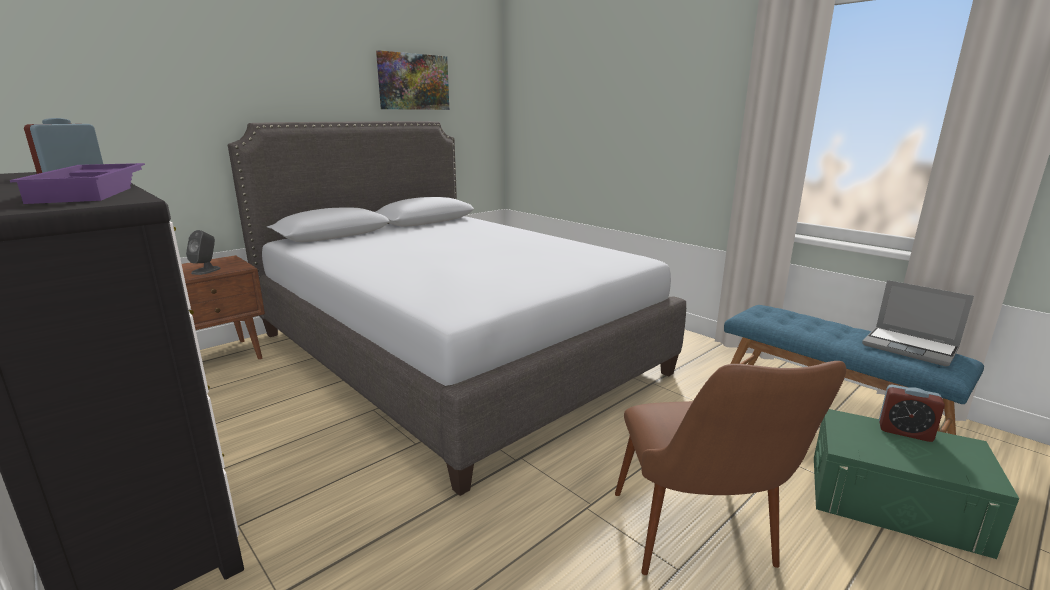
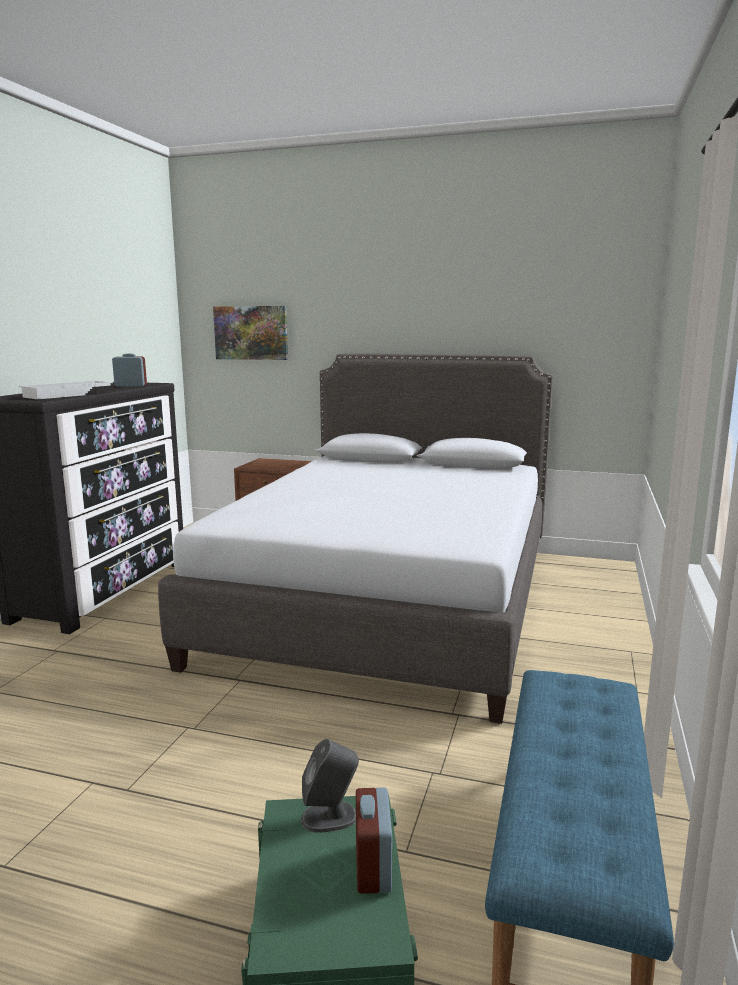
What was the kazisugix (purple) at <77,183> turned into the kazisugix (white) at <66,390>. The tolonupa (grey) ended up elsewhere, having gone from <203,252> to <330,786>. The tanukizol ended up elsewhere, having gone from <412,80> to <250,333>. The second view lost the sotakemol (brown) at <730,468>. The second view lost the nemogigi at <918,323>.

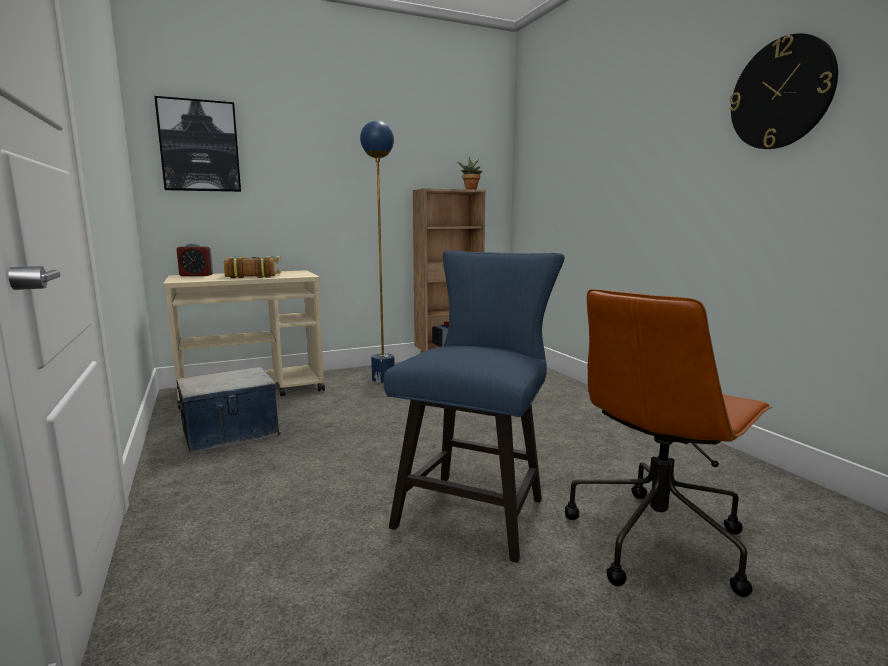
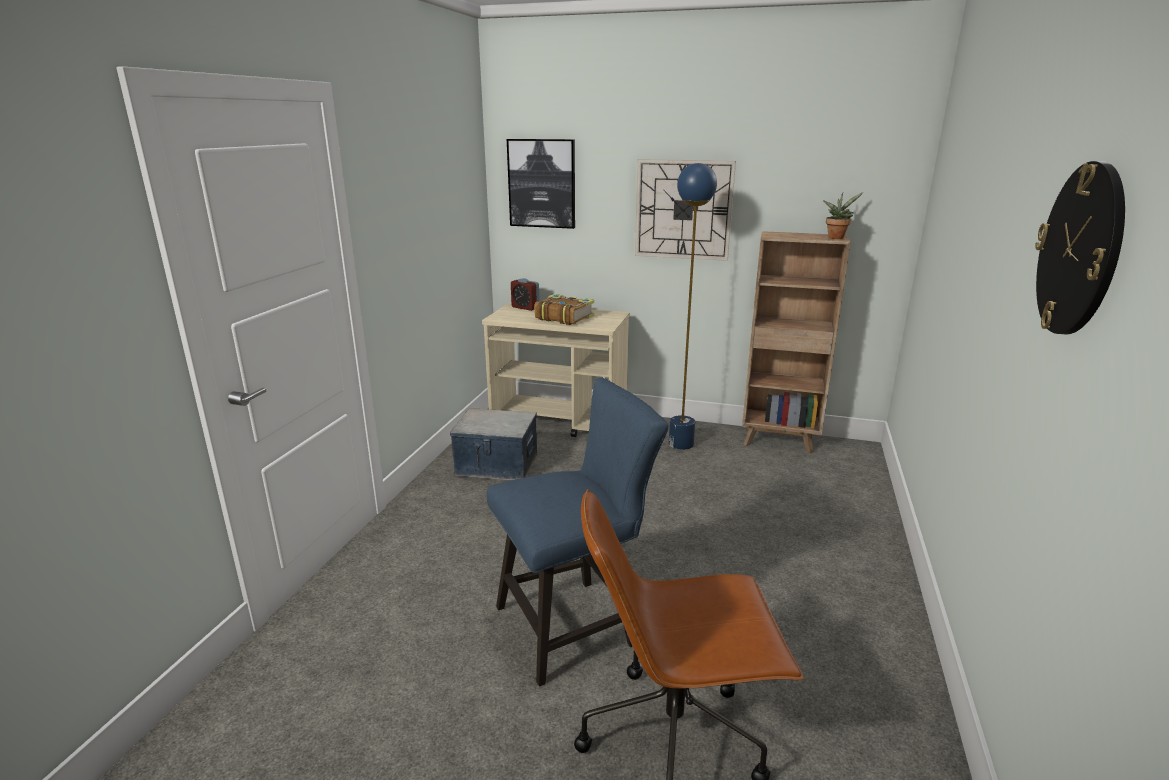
The second view gained the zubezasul at <685,210>.

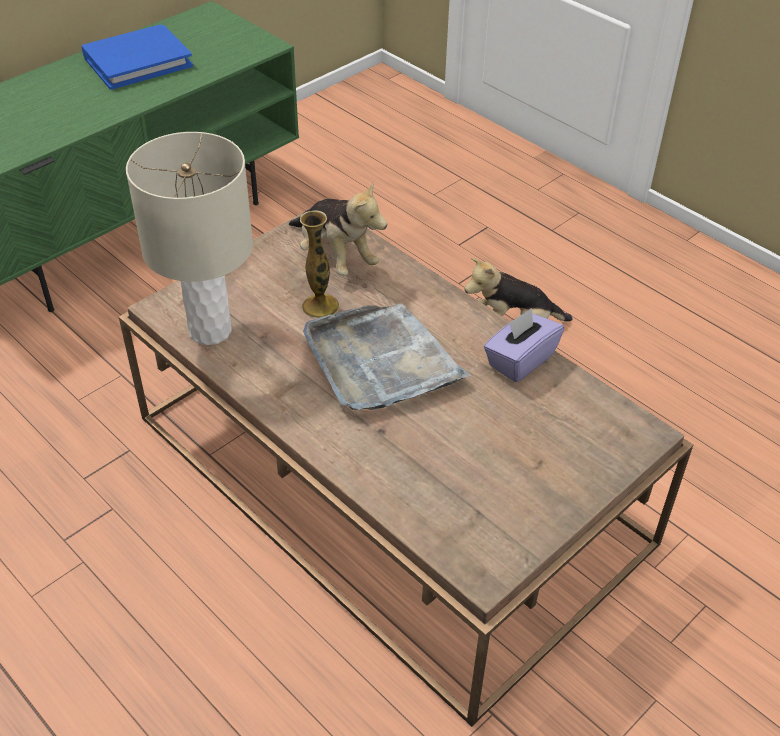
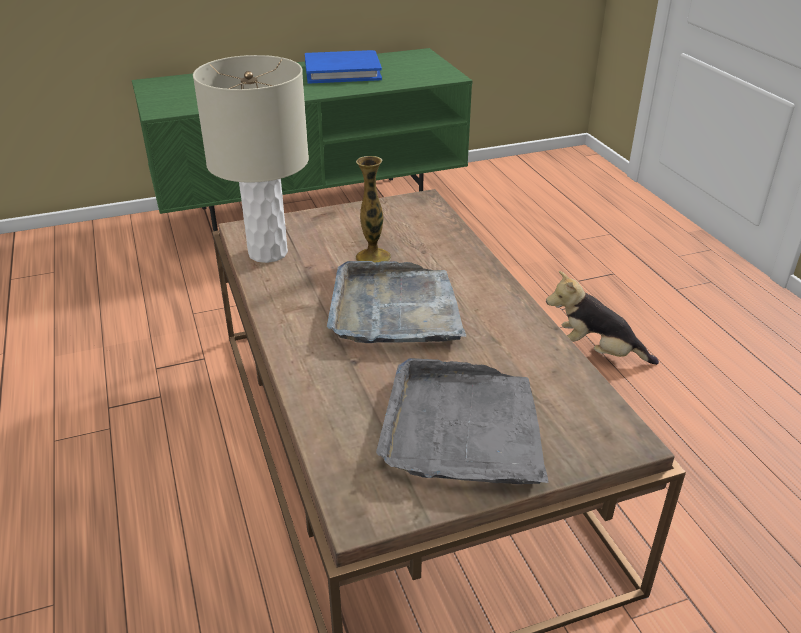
The second view lost the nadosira at <338,228>. The second view lost the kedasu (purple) at <524,345>. The second view gained the kazisugix (grey) at <462,421>.

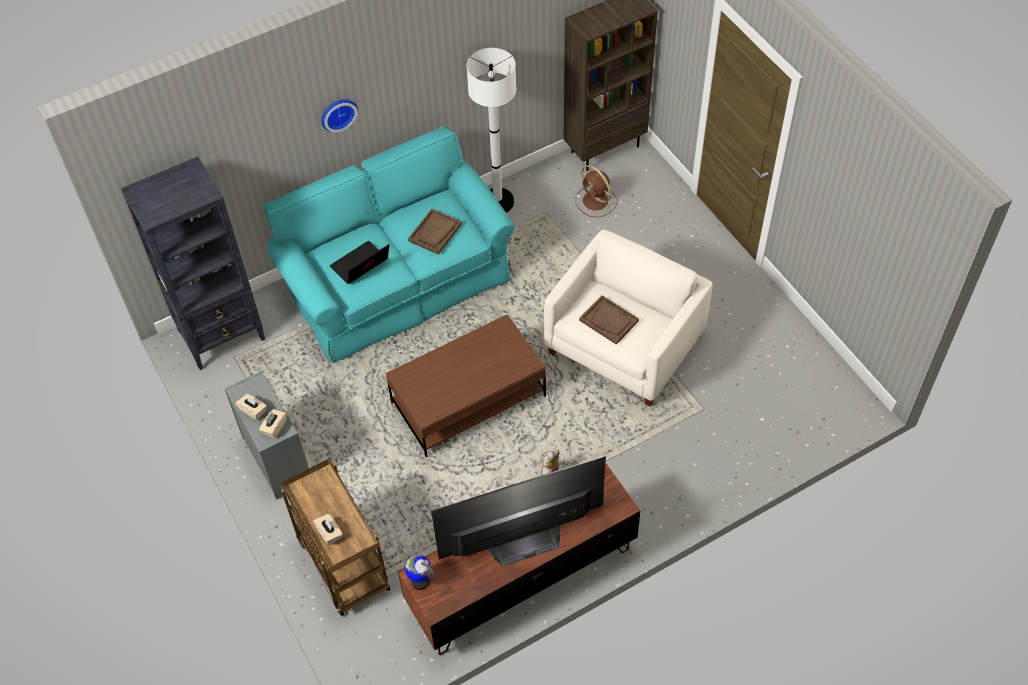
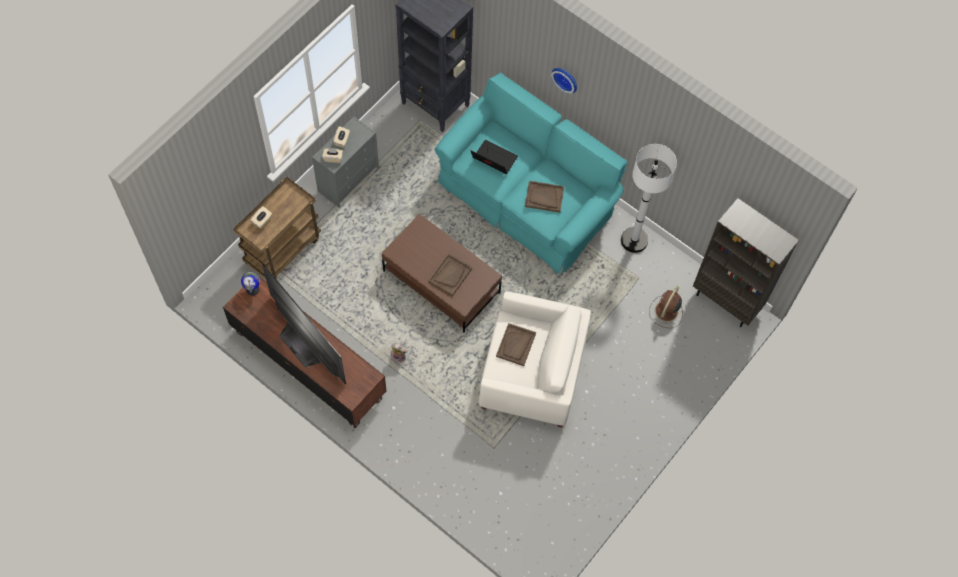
The second view gained the kazisugix (brown) at <450,274>.

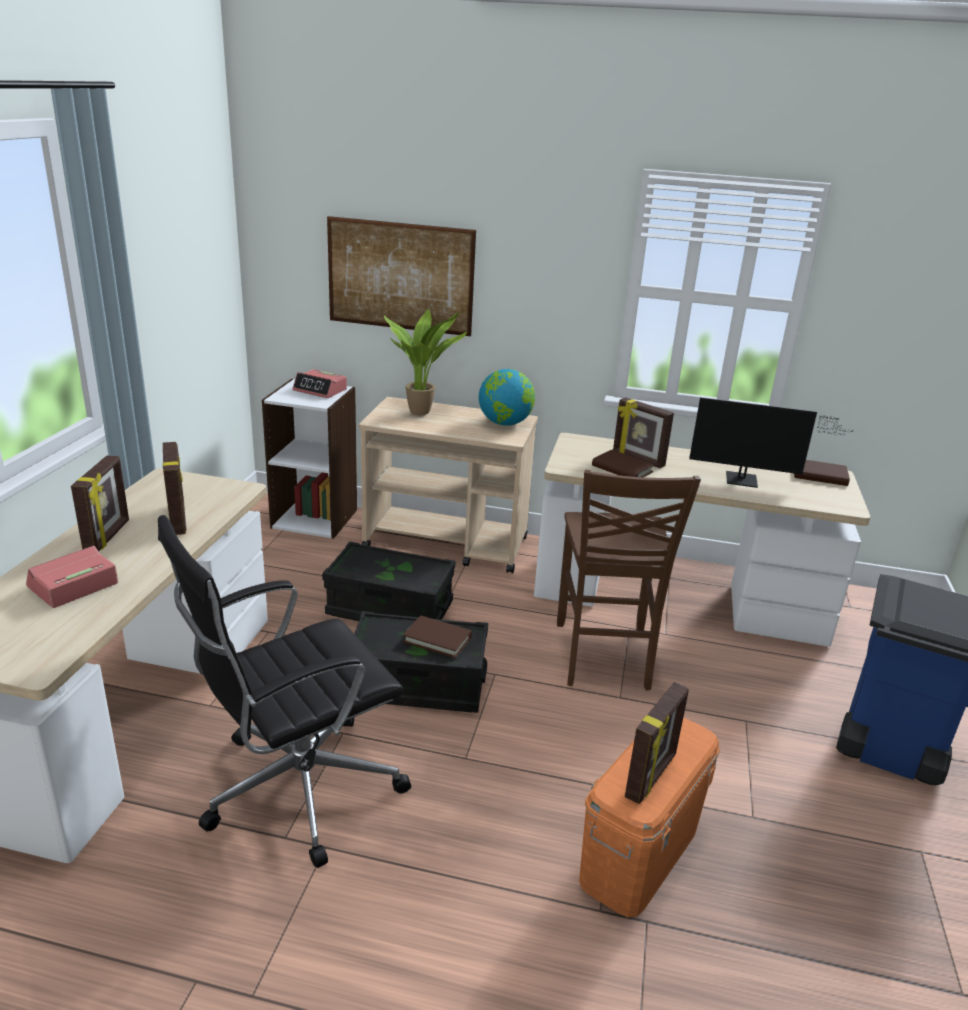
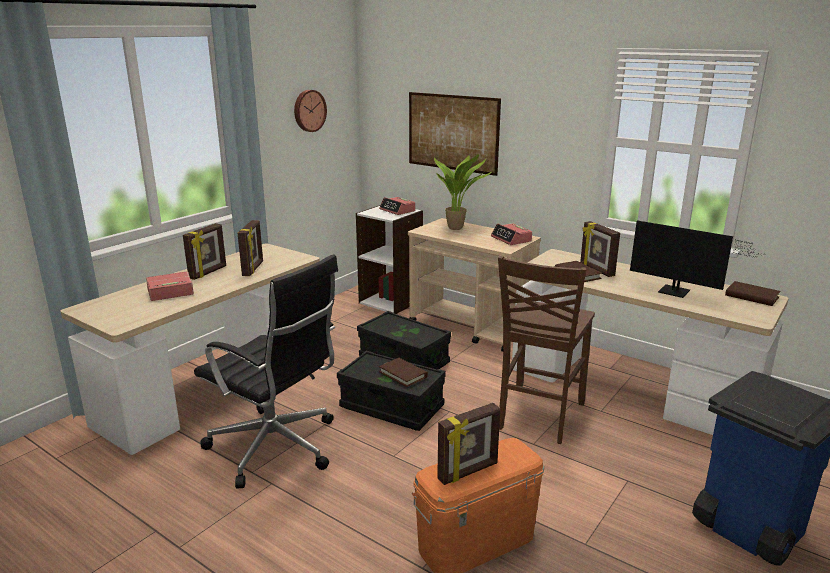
The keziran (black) at <284,691> ended up facing another way, 135 degrees counterclockwise from before. Where the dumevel stood at <507,397>, the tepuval came to stand at <511,234>. The second view gained the zubezasul at <310,111>.

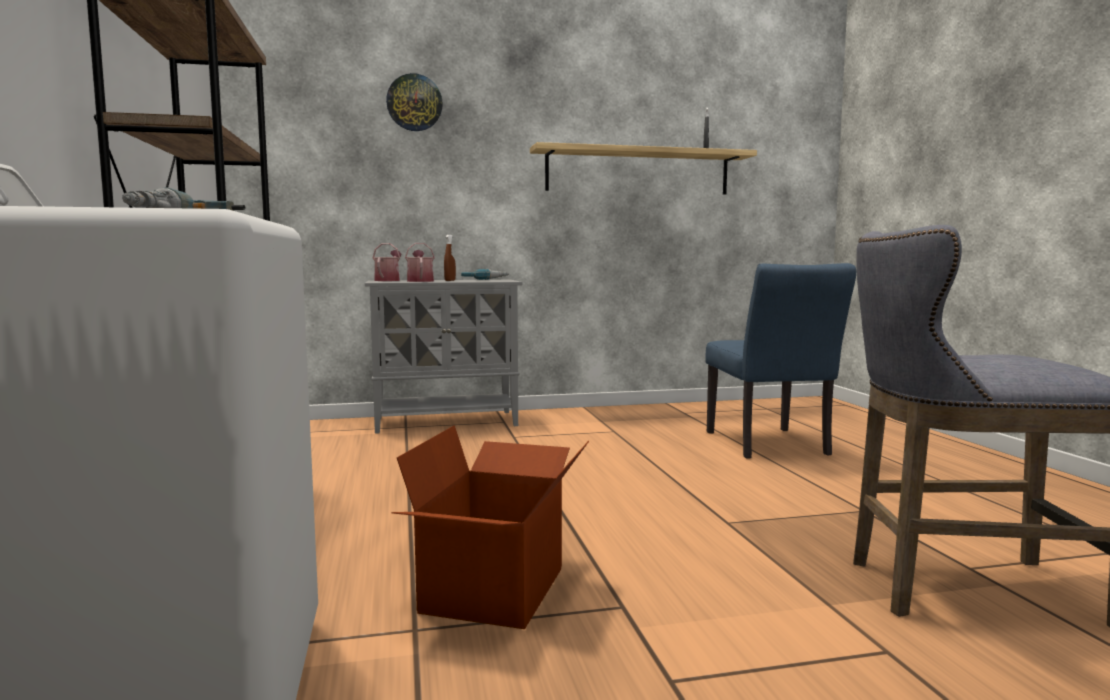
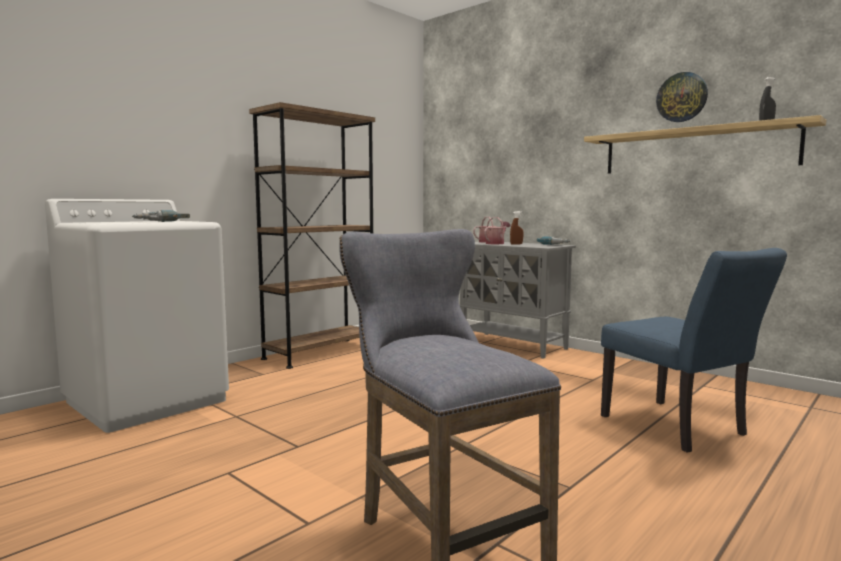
The zubezasul ended up elsewhere, having gone from <414,102> to <682,97>. The second view lost the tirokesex at <490,527>. The sotakemol (blue) at <780,360> ended up facing another way, 75 degrees counterclockwise from before.

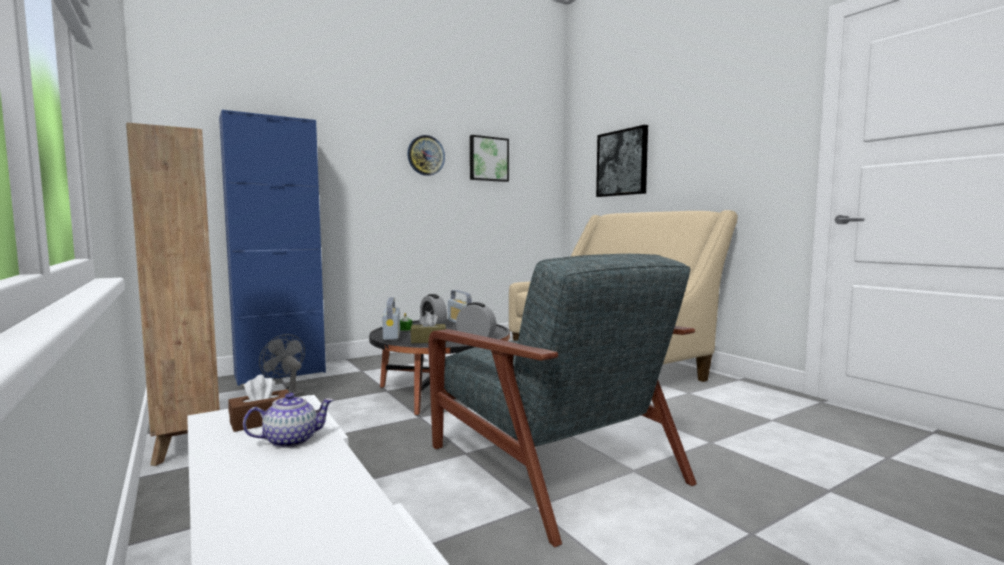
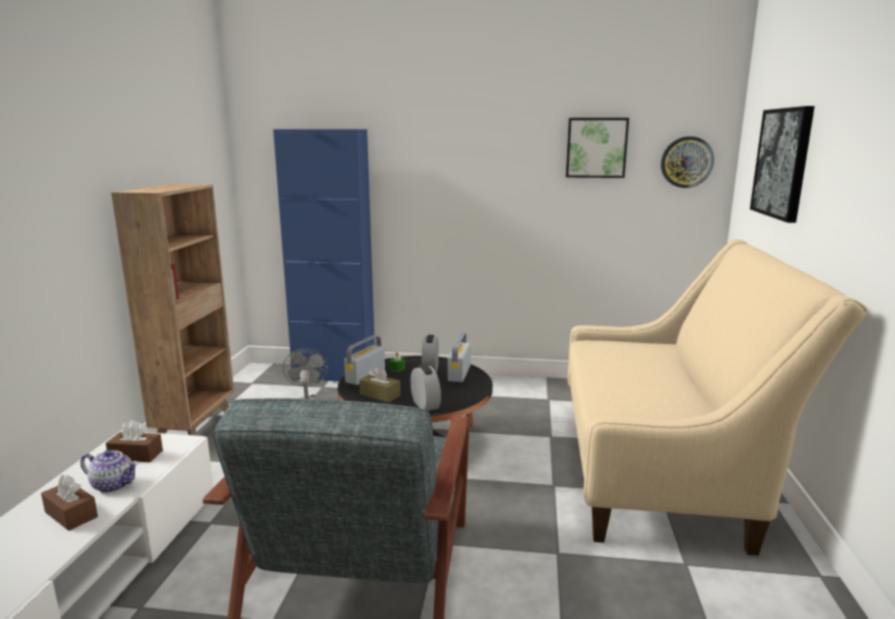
The zubezasul ended up elsewhere, having gone from <426,155> to <687,162>. The second view gained the kedasu (brown) at <69,502>.

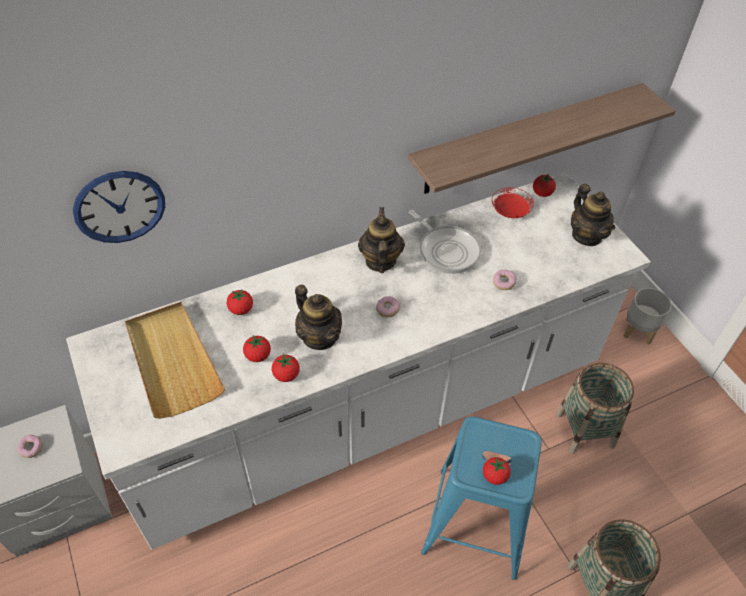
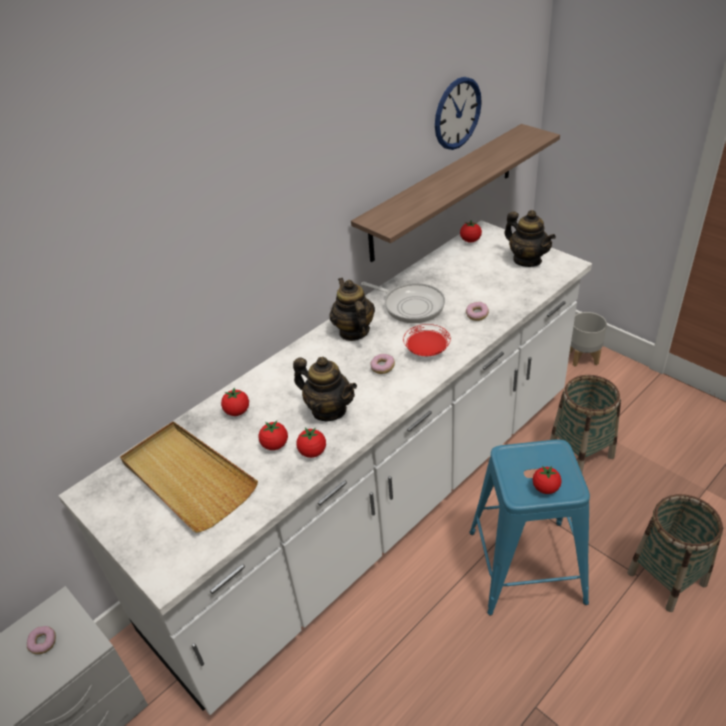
The zubezasul ended up elsewhere, having gone from <119,207> to <458,113>. The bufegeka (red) ended up elsewhere, having gone from <513,202> to <427,340>.

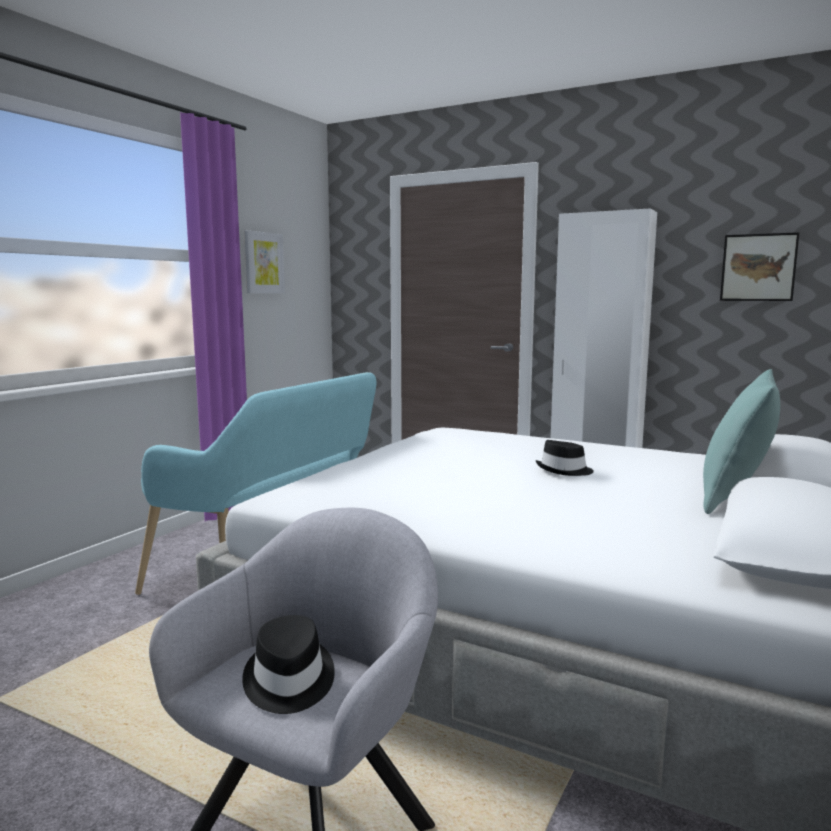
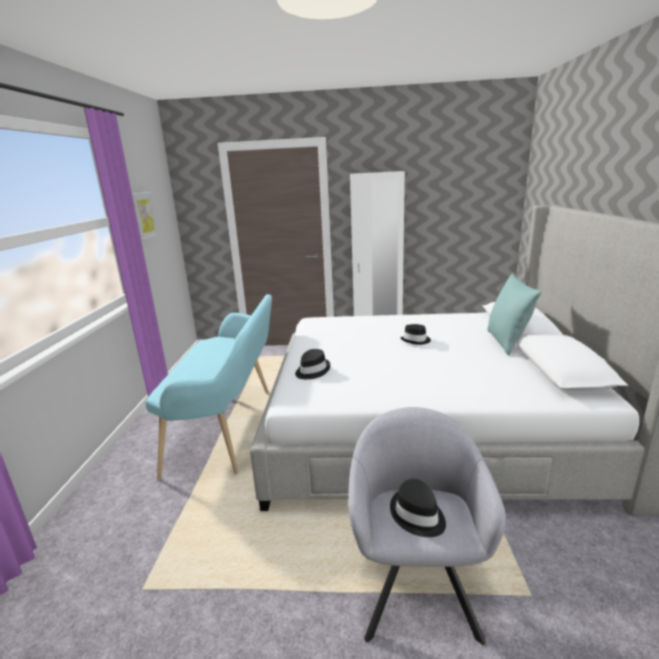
The second view lost the tanukizol at <759,266>. The second view gained the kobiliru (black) at <312,364>.

